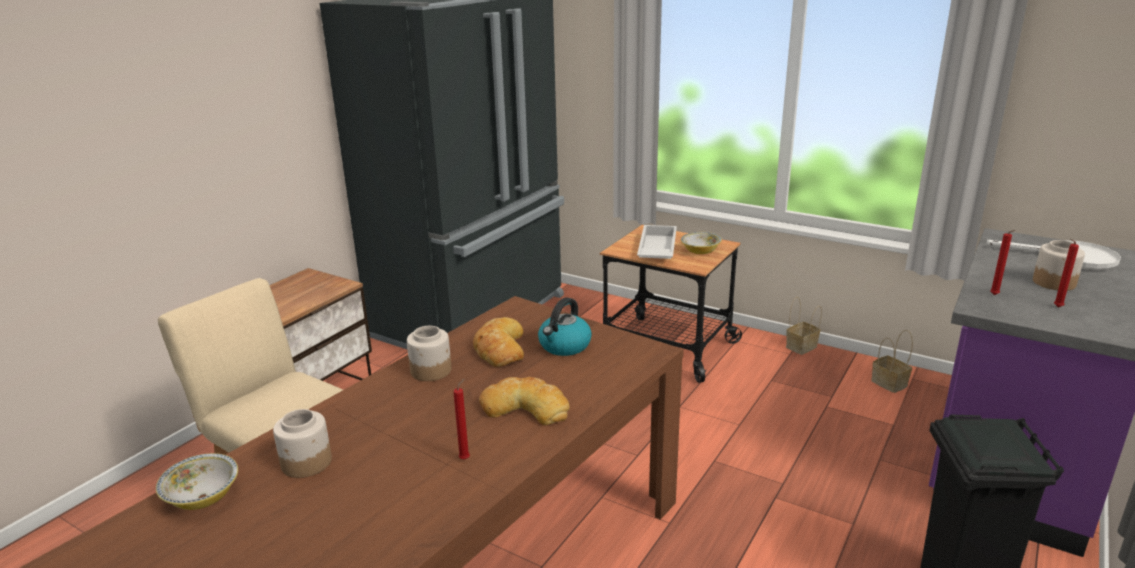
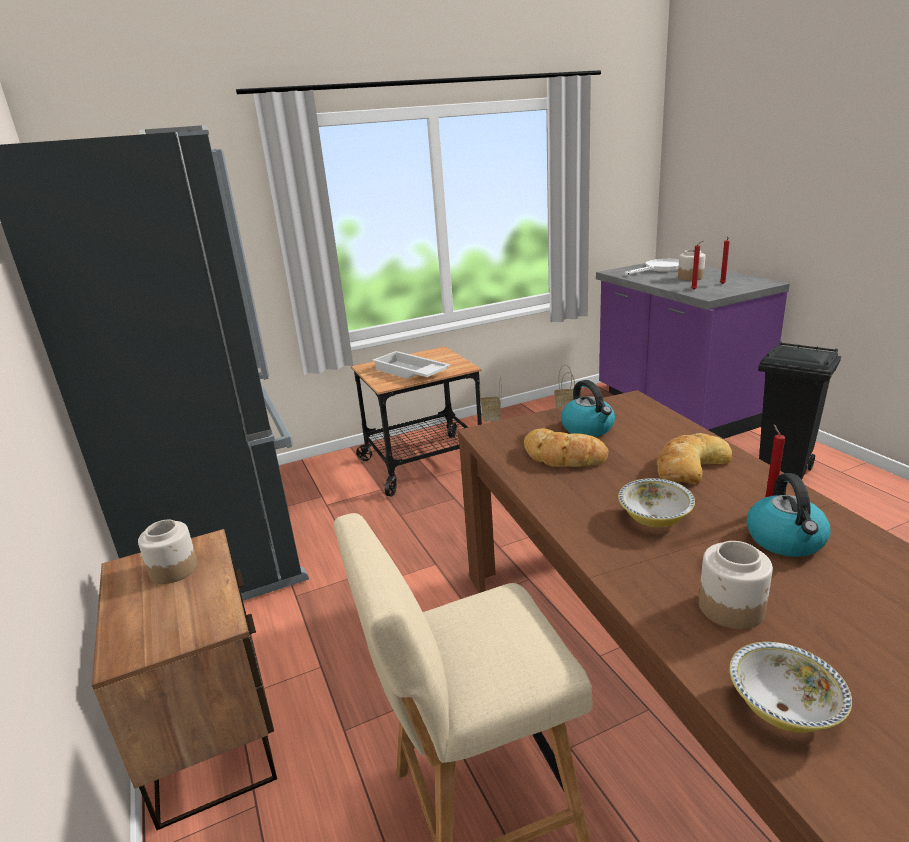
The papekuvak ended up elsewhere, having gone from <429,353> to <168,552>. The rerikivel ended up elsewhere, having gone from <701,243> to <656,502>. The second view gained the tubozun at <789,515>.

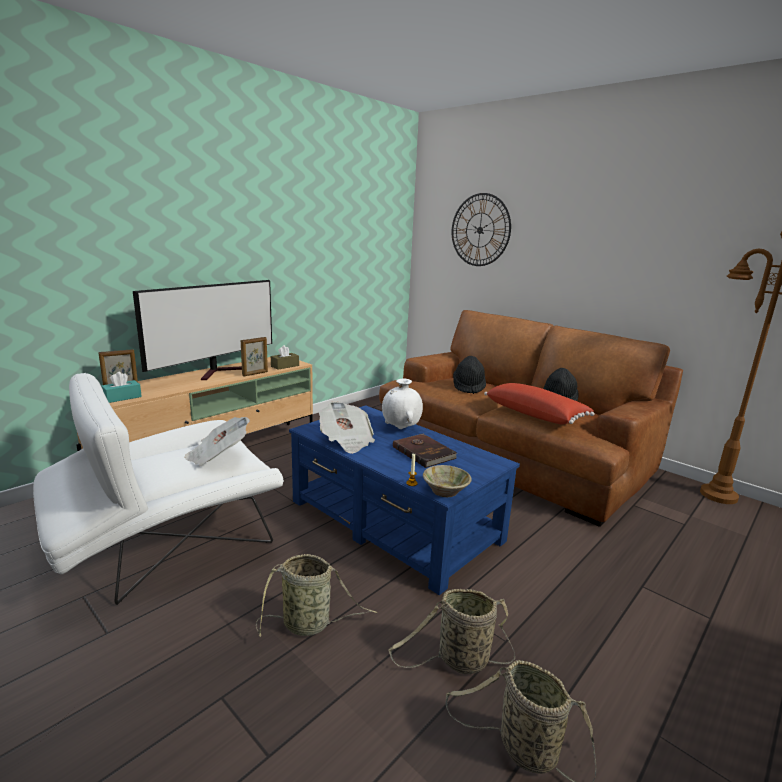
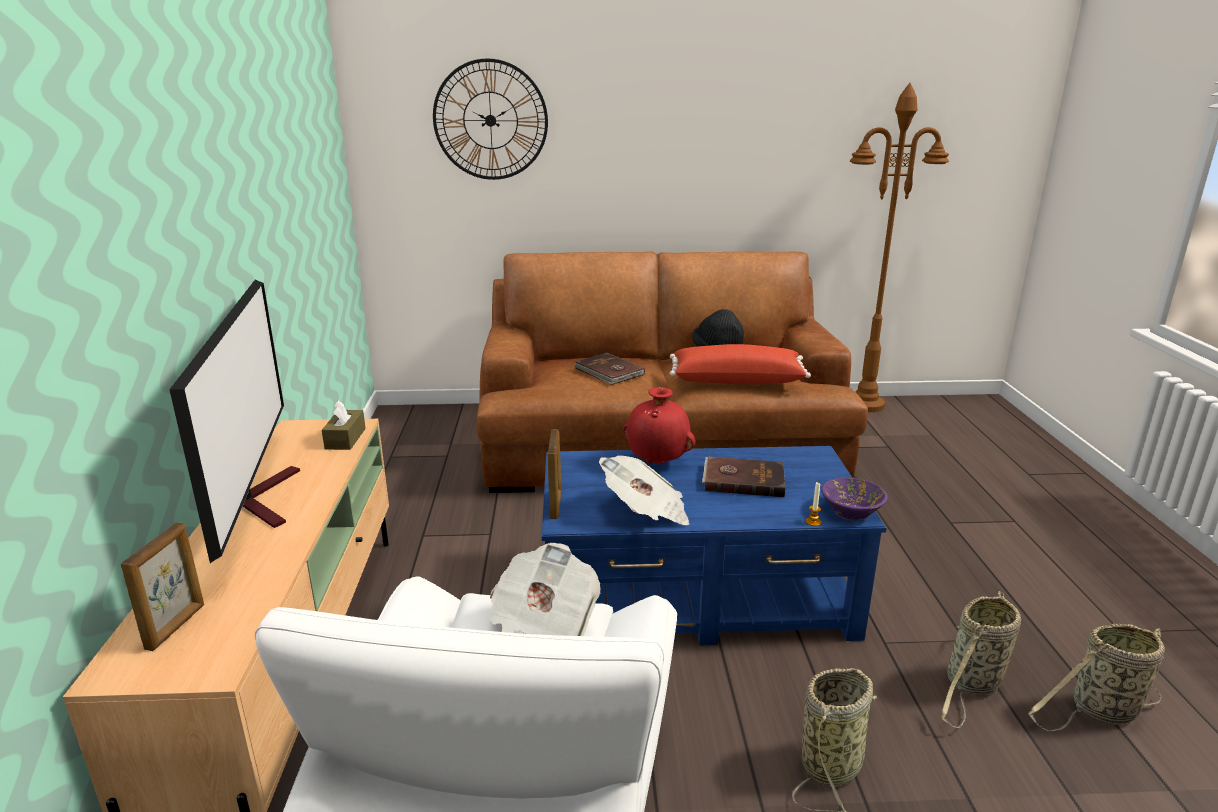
The second view lost the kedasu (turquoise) at <121,387>. The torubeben ended up elsewhere, having gone from <254,356> to <554,474>. What was the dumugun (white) at <402,404> turned into the dumugun (red) at <659,425>. What was the rerikivel (beige) at <447,481> turned into the rerikivel (purple) at <854,499>. Where the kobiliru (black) stood at <469,375>, the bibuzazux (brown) came to stand at <610,369>.

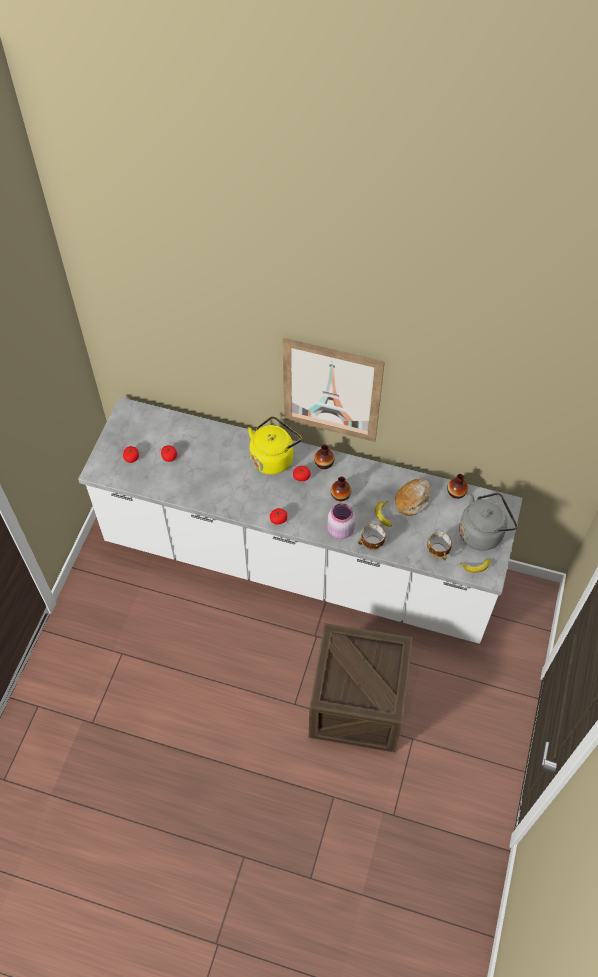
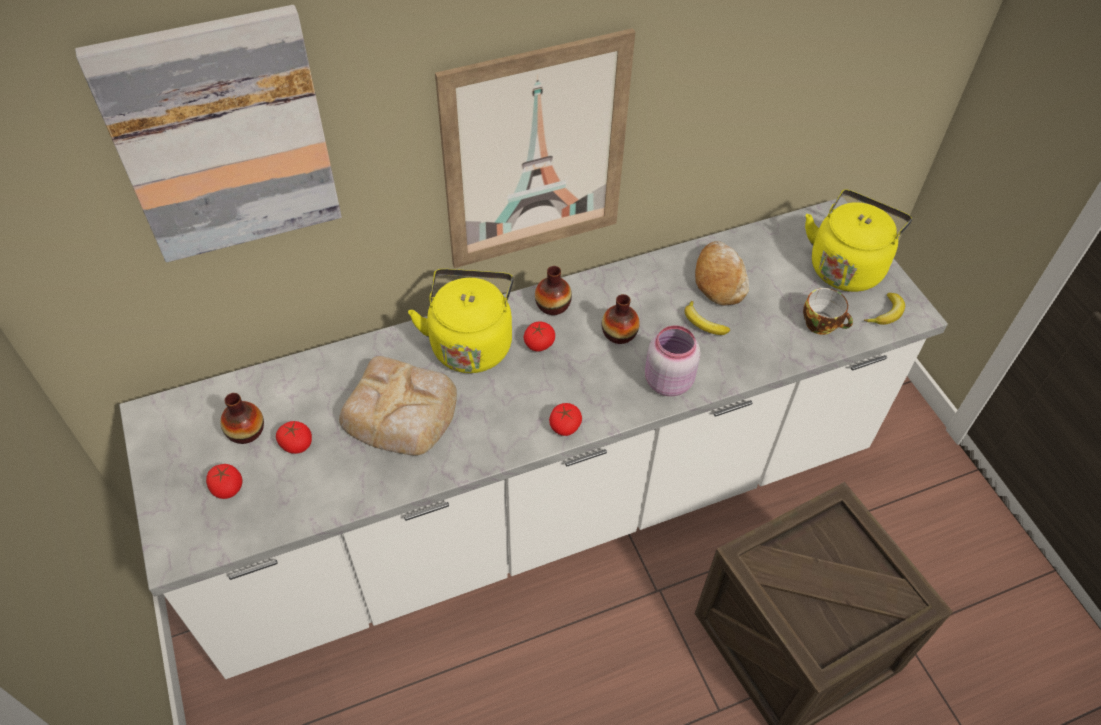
The second view lost the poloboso at <371,537>. The dumugun ended up elsewhere, having gone from <457,486> to <242,418>. What was the tubozun (grey) at <488,521> turned into the tubozun (yellow) at <858,240>. The second view gained the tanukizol at <208,134>. The second view gained the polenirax at <398,406>.

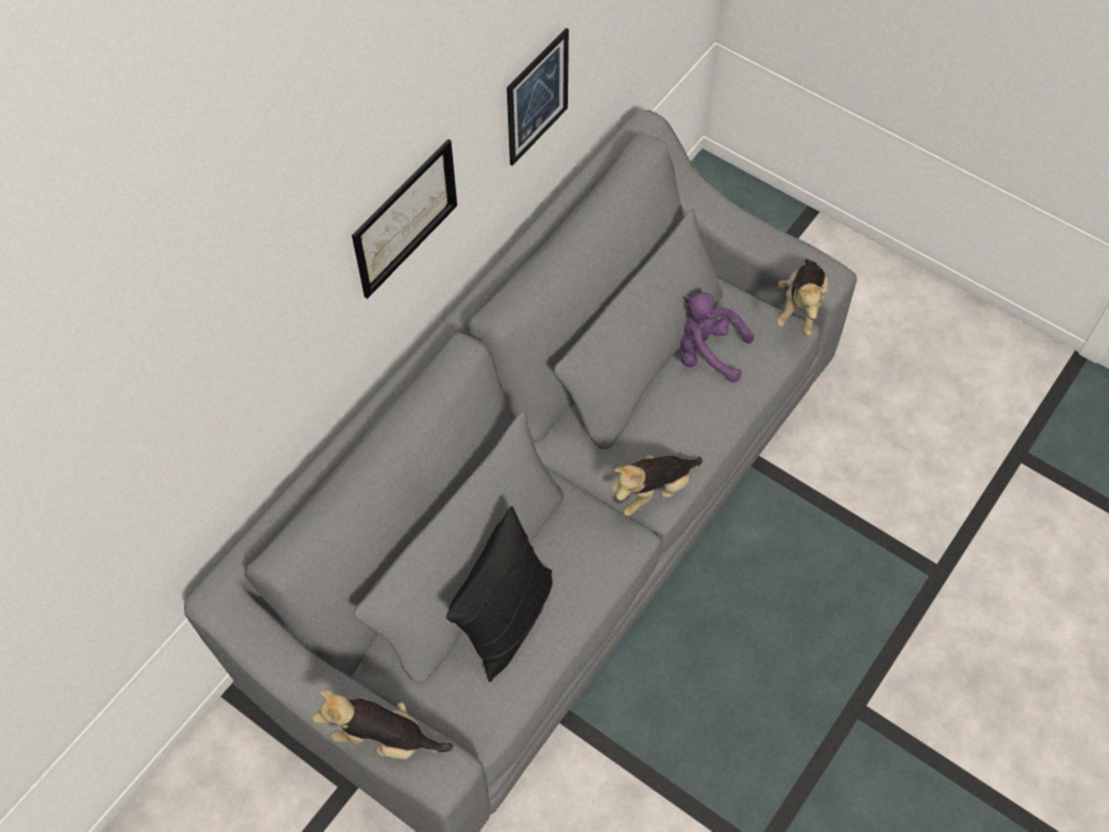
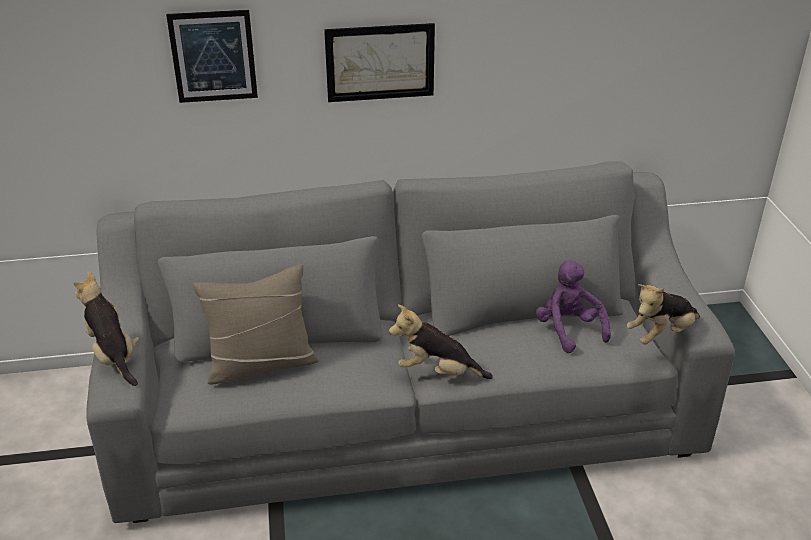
What was the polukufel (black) at <499,594> turned into the polukufel (beige) at <256,324>. The tanukizol ended up elsewhere, having gone from <538,97> to <212,56>.

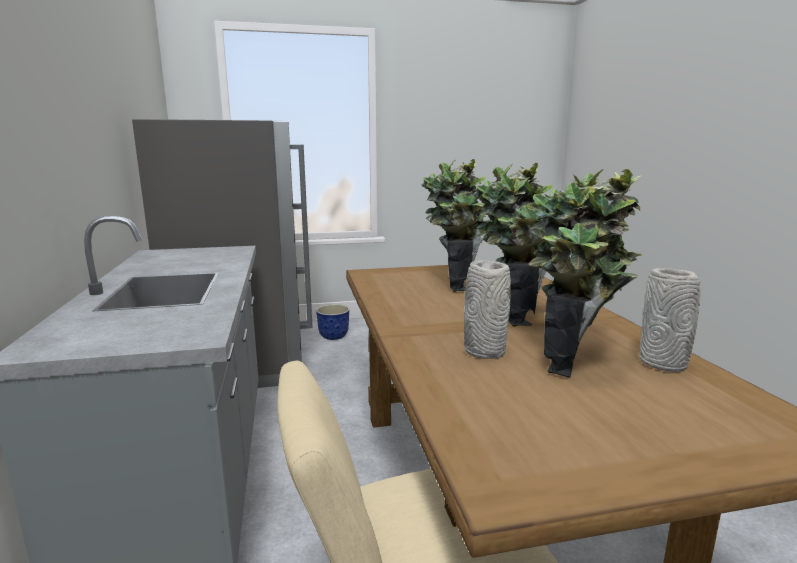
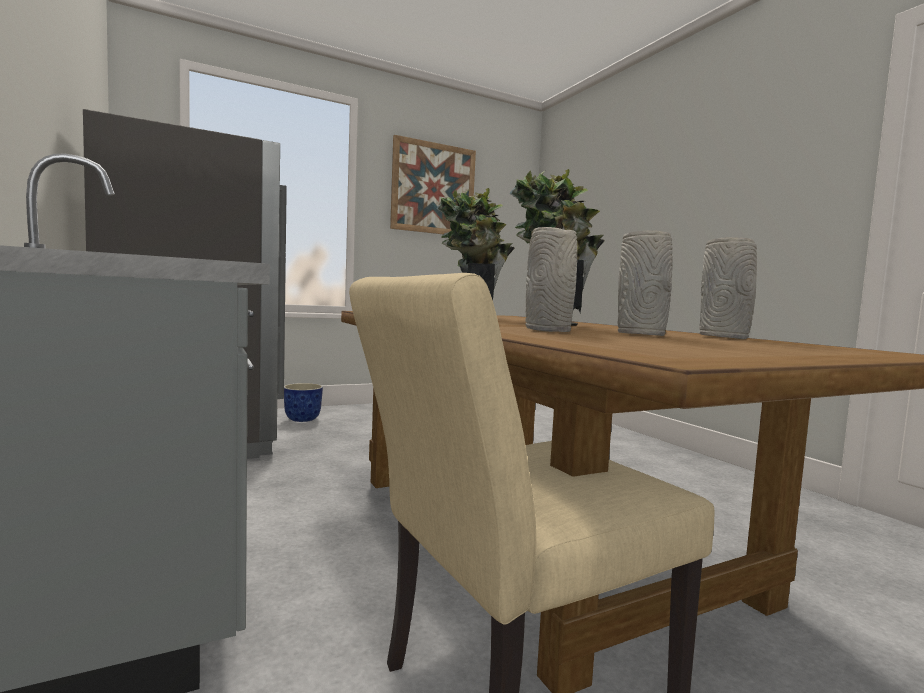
Where the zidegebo stood at <584,273>, the dumugun (grey) came to stand at <645,283>. The second view gained the tanukizol at <433,184>.

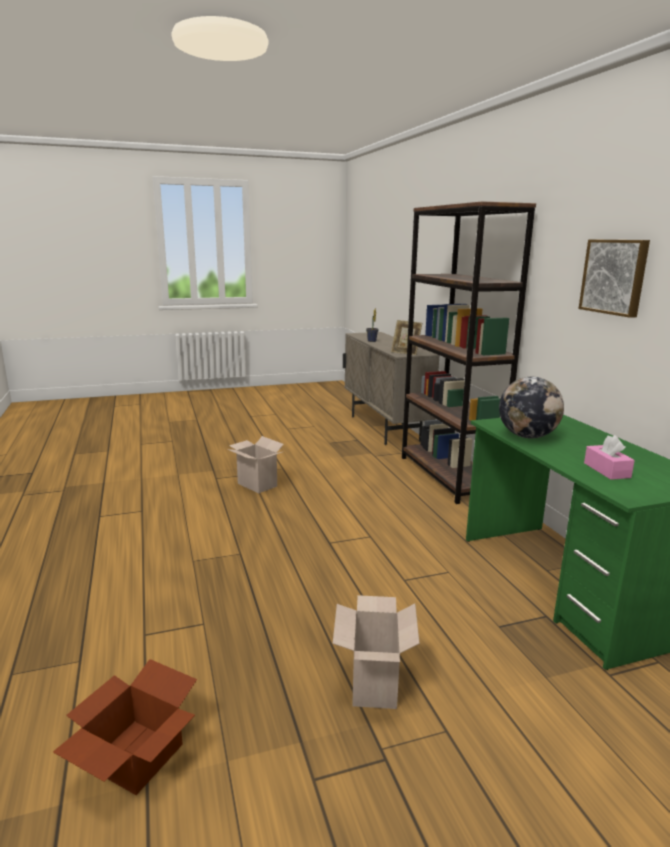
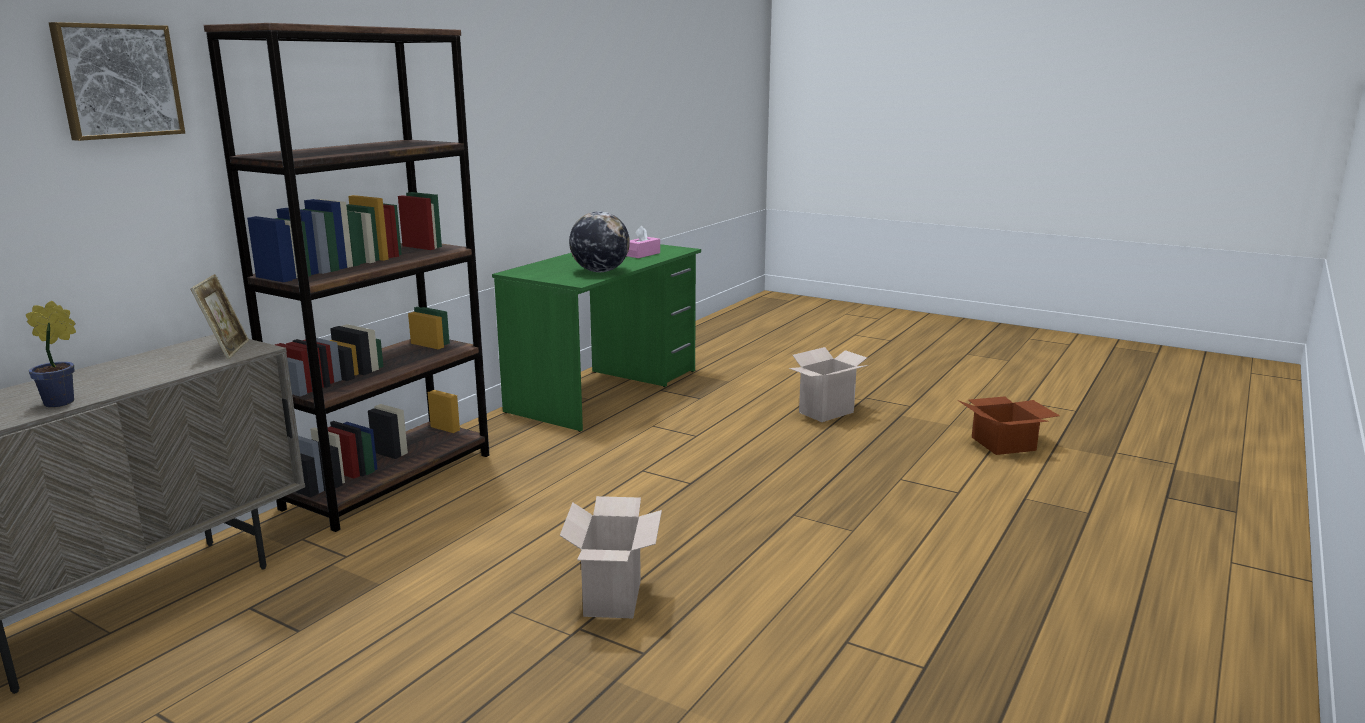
The tanukizol ended up elsewhere, having gone from <614,278> to <117,81>.

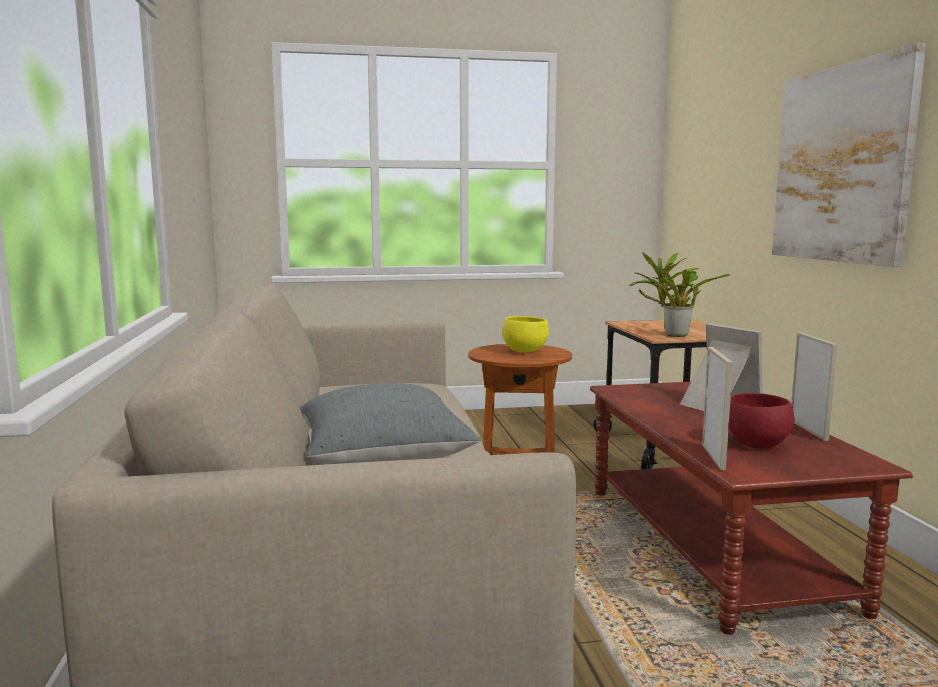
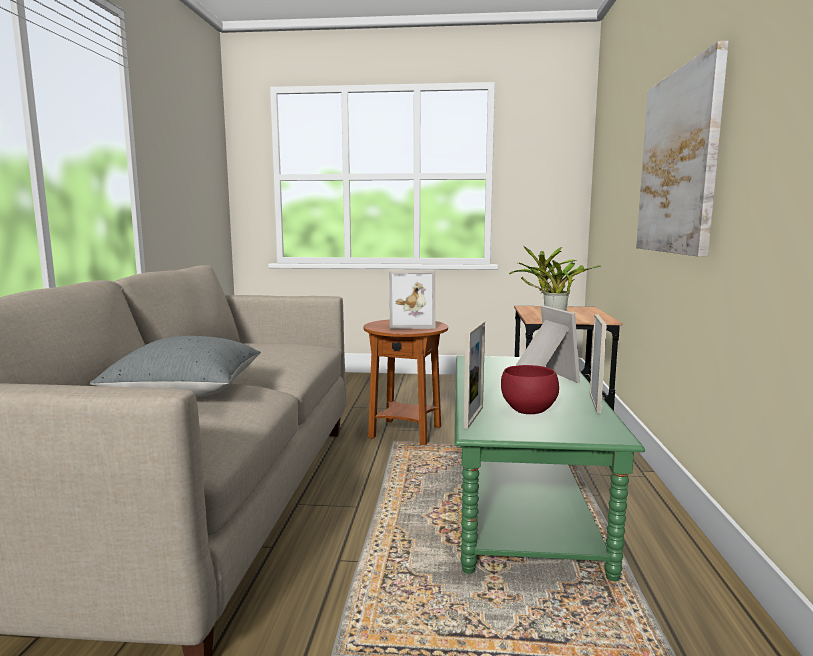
Where the rerikivel (yellow) stood at <525,334>, the torubeben came to stand at <412,300>. What was the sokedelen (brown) at <751,508> turned into the sokedelen (green) at <550,469>.

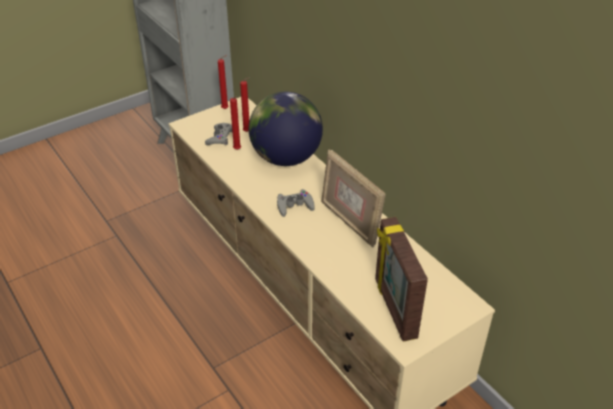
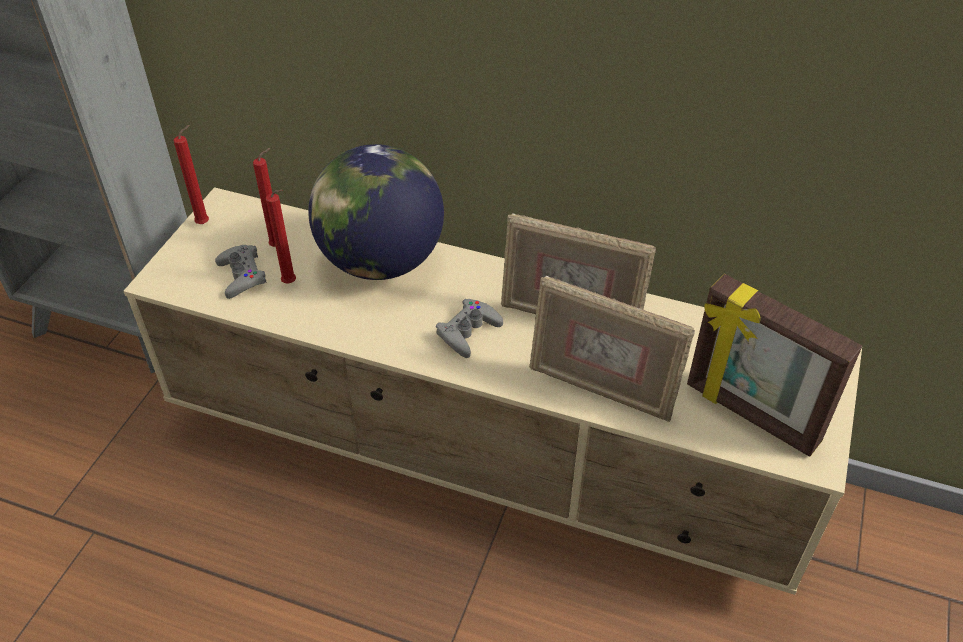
The second view gained the torubeben at <612,348>.

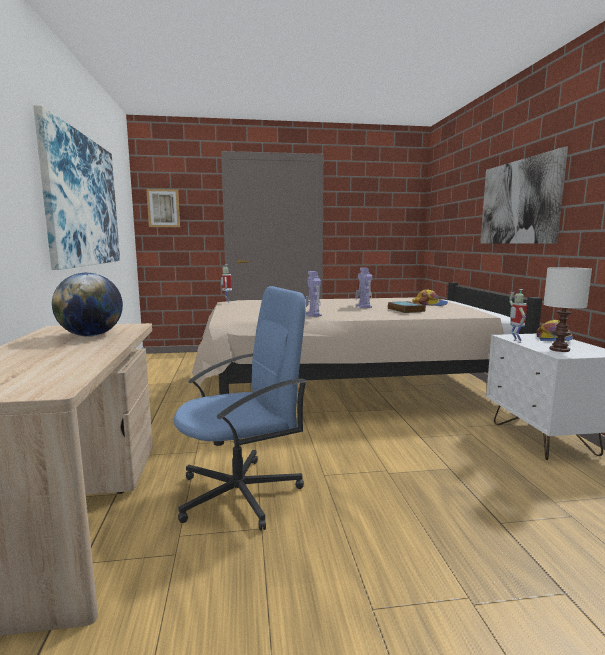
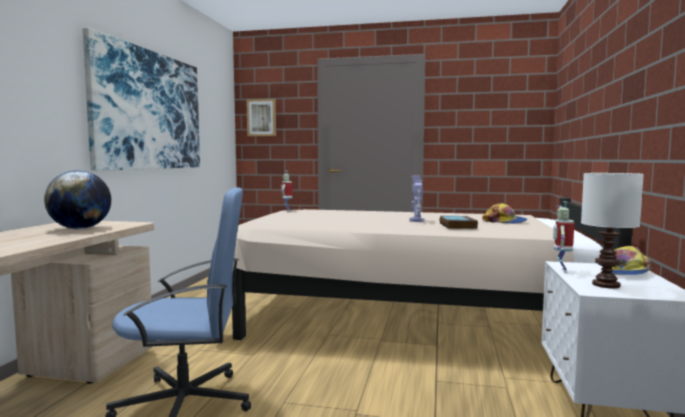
The second view lost the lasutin at <314,294>. The second view lost the tanukizol at <524,195>.

